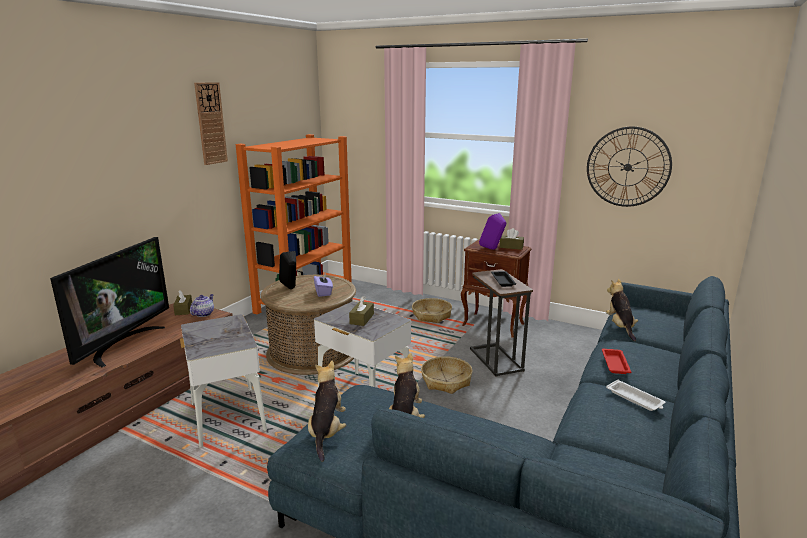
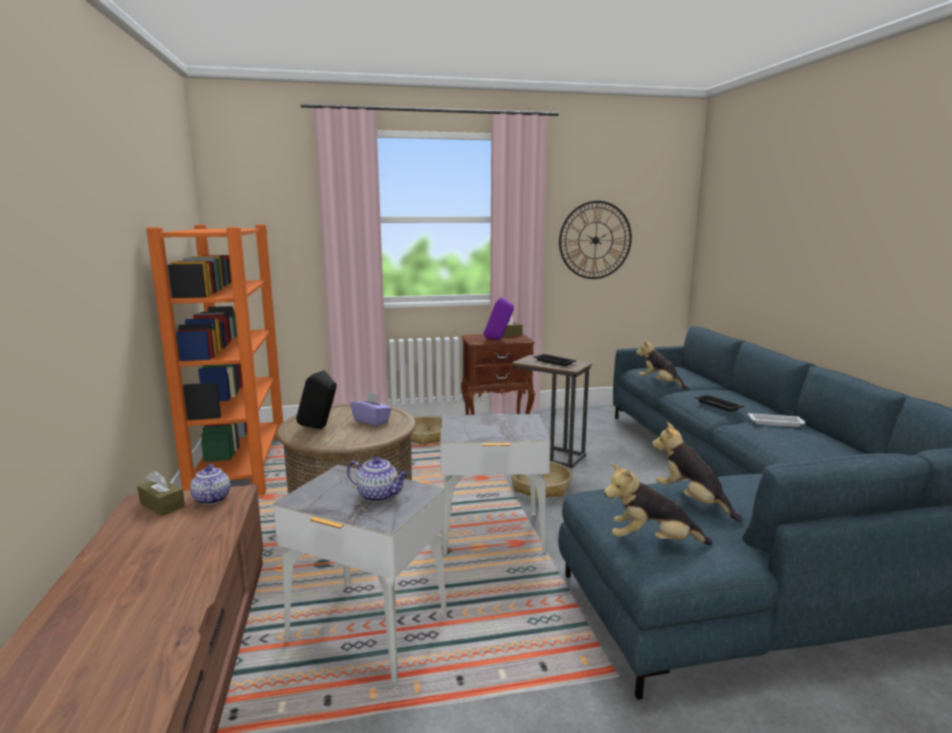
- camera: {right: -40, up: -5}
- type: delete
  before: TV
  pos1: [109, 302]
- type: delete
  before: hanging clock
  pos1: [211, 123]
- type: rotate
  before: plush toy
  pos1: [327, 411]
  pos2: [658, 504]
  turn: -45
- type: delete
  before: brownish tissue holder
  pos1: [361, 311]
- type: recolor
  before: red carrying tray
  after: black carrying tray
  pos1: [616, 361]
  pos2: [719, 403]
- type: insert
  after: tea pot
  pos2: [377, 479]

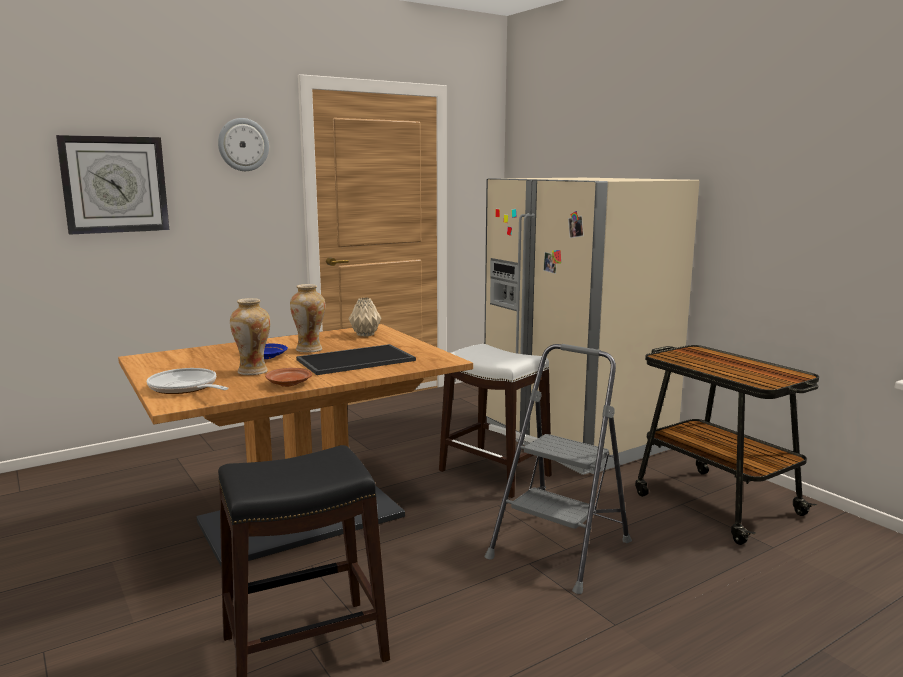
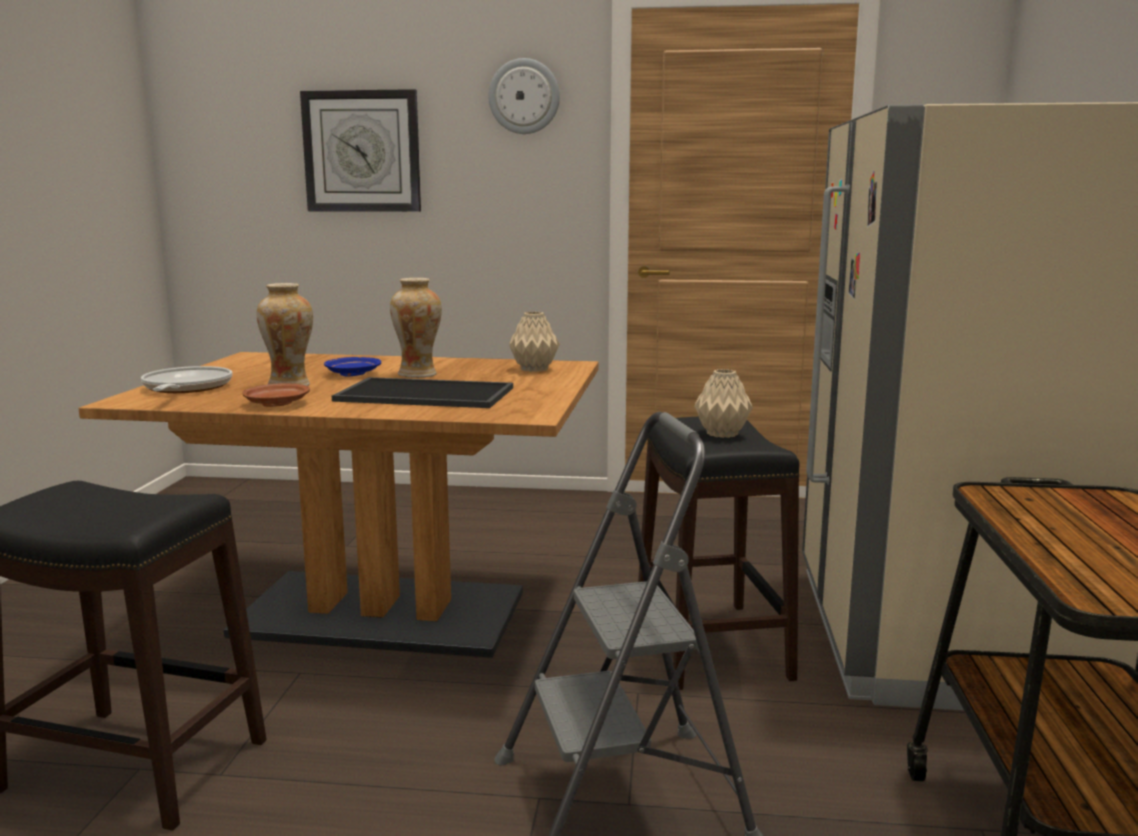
- camera: {right: 40, up: 0}
- type: recolor
  before: whitish stool
  after: black stool
  pos1: [495, 421]
  pos2: [718, 553]
- type: insert
  after: beige vase
  pos2: [723, 403]

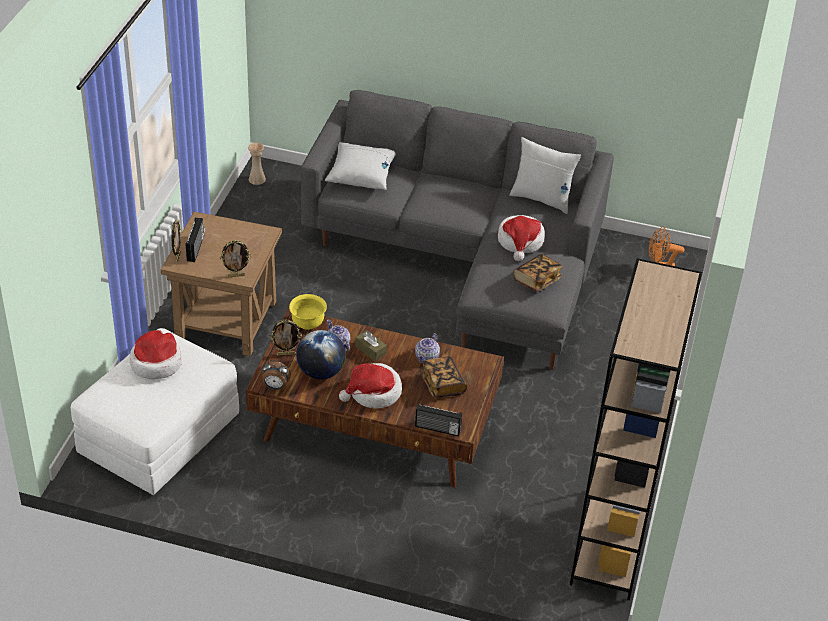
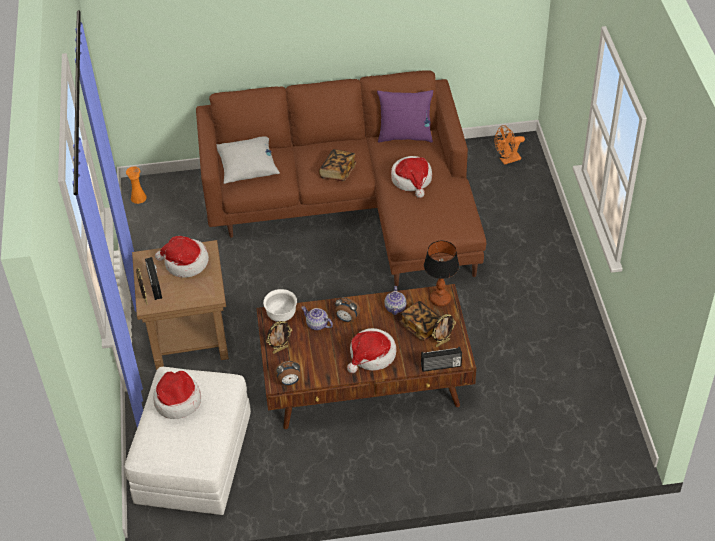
- camera: {right: -20, up: 5}
- type: move
  before: standing frame
  pos1: [235, 258]
  pos2: [444, 330]
- type: recolor
  before: beige vase
  after: orange-coloured vase
  pos1: [257, 164]
  pos2: [136, 185]
- type: recolor
  before: yellow deep dish
  after: whitish deep dish
  pos1: [308, 312]
  pos2: [280, 305]
- type: delete
  before: desk globe
  pos1: [321, 355]
- type: recolor
  before: grey settee
  after: brownish settee
  pos1: [457, 230]
  pos2: [341, 178]
- type: replace
  before: brownish tissue holder
  after: bedside clock
  pos1: [371, 345]
  pos2: [347, 309]
- type: recolor
  before: grey cushion
  after: purple-coloured cushion
  pos1: [545, 175]
  pos2: [405, 116]
- type: move
  before: volume
  pos1: [538, 273]
  pos2: [337, 165]
- type: delete
  before: beige bookshelf
  pos1: [636, 429]
- type: insert
  after: clothing hat
  pos2: [182, 257]
- type: insert
  after: lamp for a table
  pos2: [441, 273]

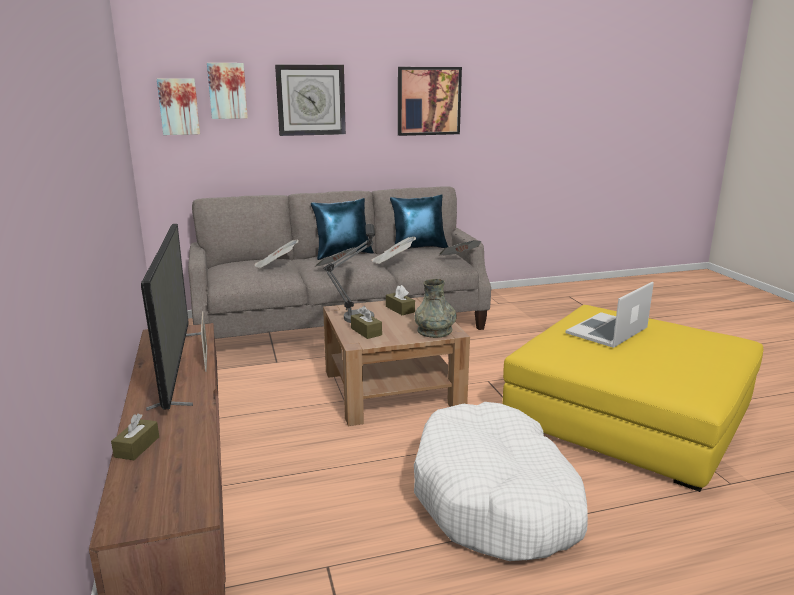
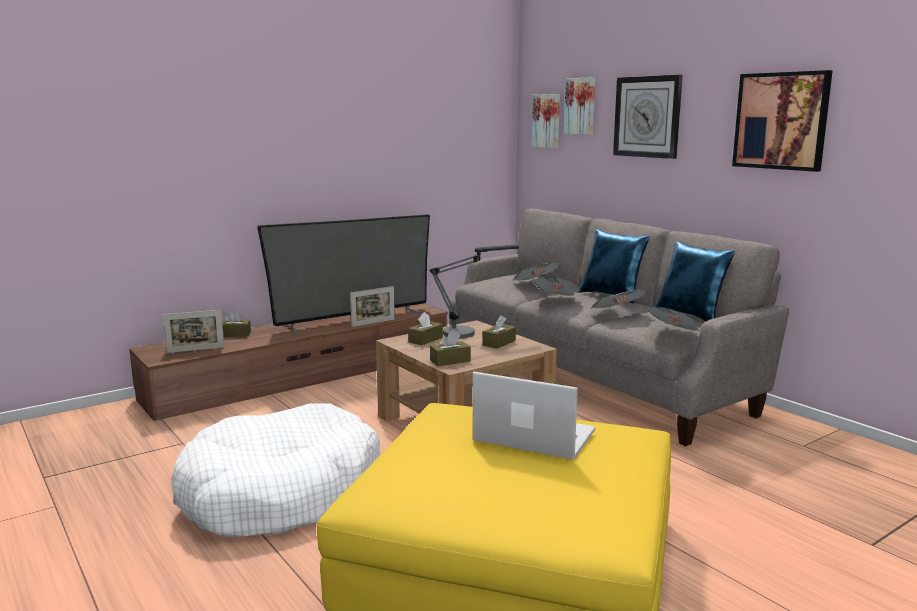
- camera: {right: 70, up: -5}
- type: replace
  before: grey vase
  after: brownish tissue holder
  pos1: [435, 308]
  pos2: [450, 348]
- type: insert
  after: standing frame
  pos2: [193, 331]

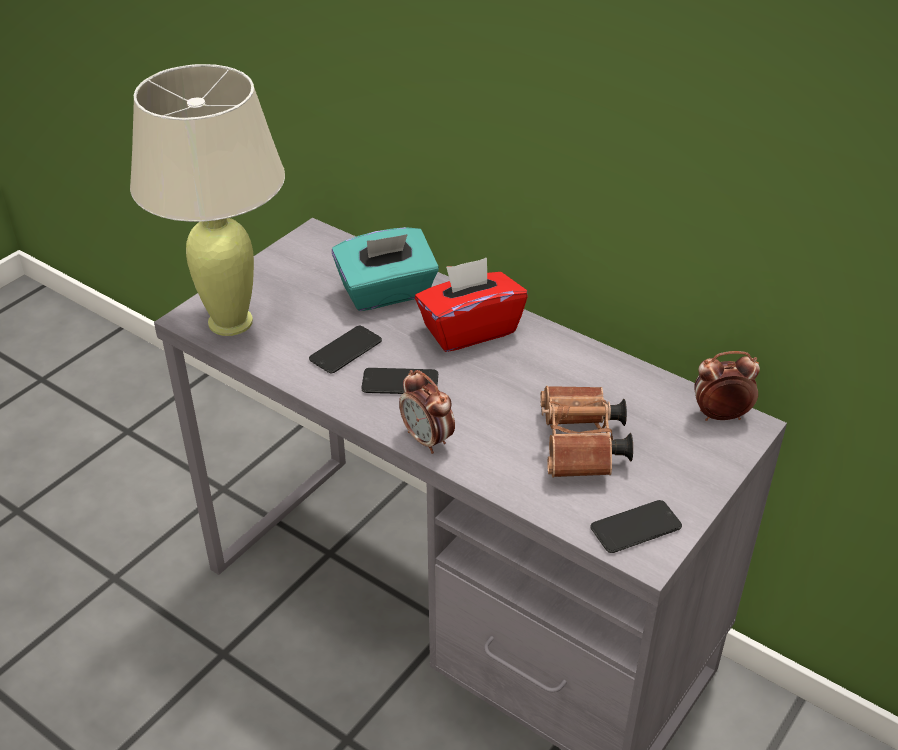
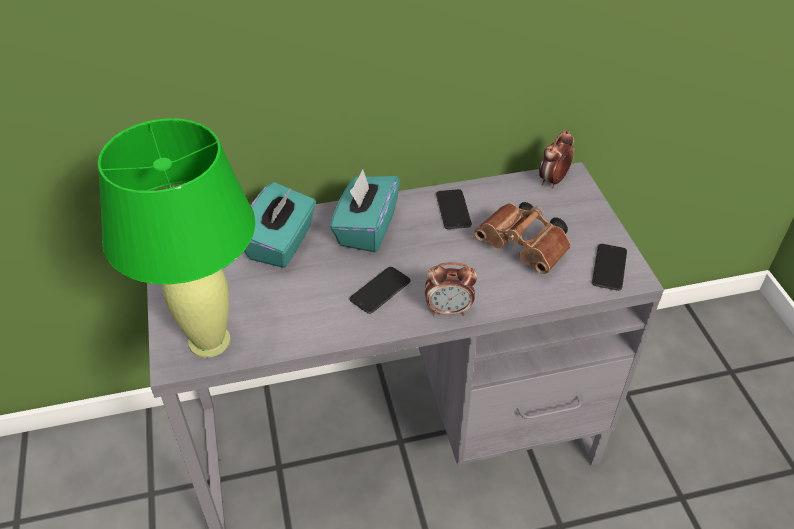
- camera: {right: -50, up: 5}
- type: recolor
  before: beige lamp for a table
  after: greenish lamp for a table
  pos1: [207, 200]
  pos2: [177, 238]
- type: move
  before: telephone
  pos1: [345, 349]
  pos2: [454, 209]
- type: recolor
  before: red tissue holder
  after: turquoise tissue holder
  pos1: [471, 305]
  pos2: [365, 211]

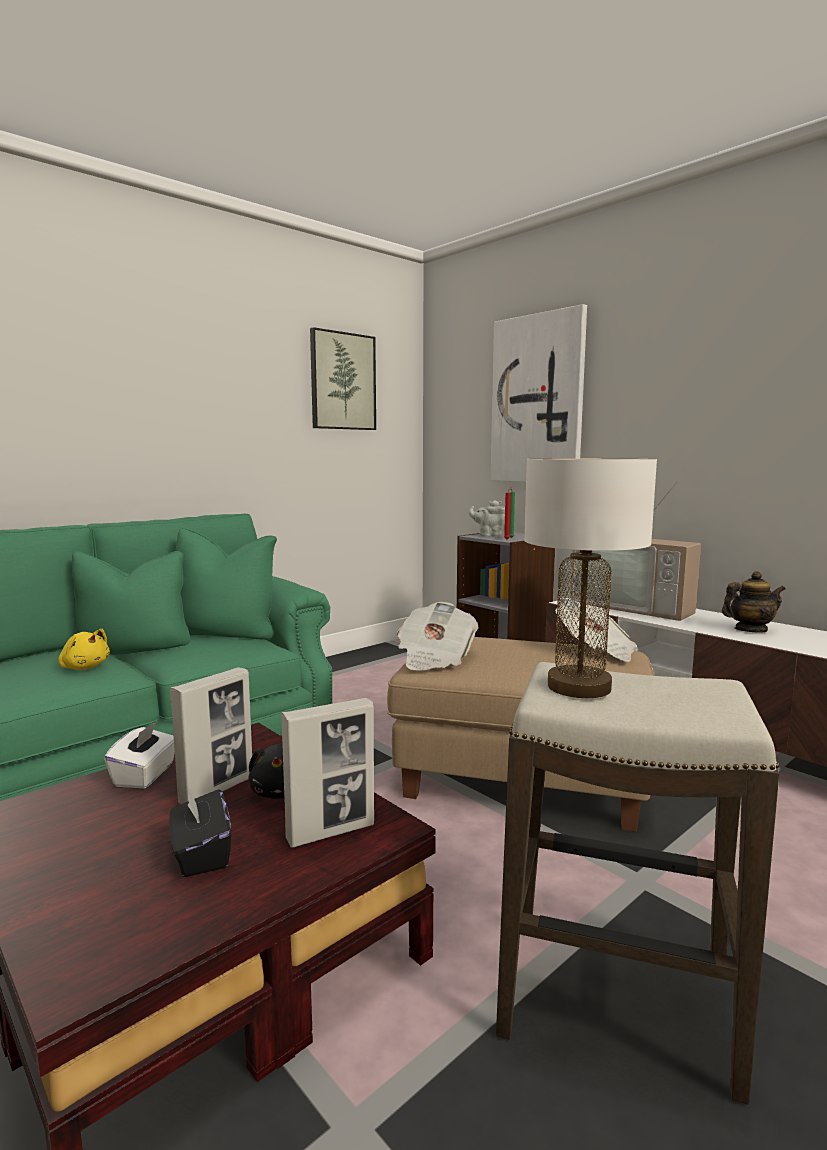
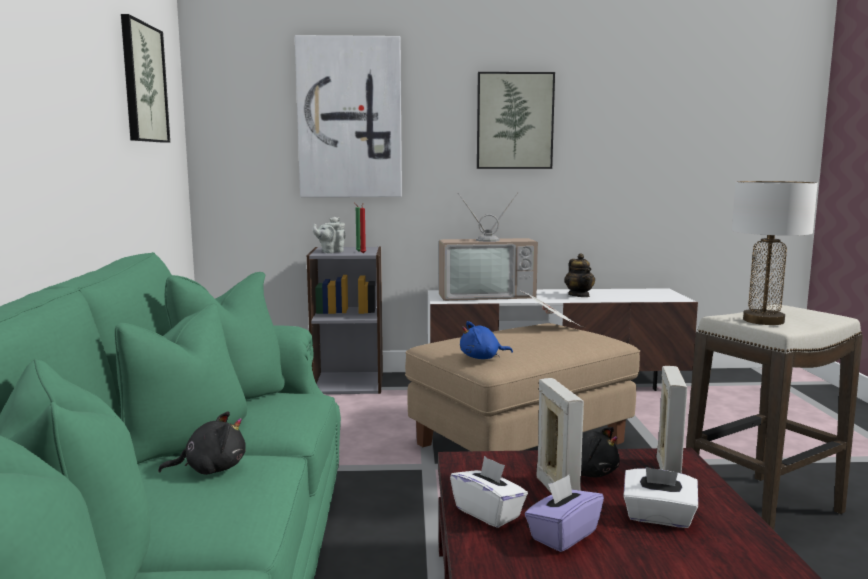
- camera: {right: -50, up: 0}
- type: recolor
  before: yellow plush toy
  after: black plush toy
  pos1: [84, 649]
  pos2: [202, 443]
- type: recolor
  before: black tissue holder
  after: whitish tissue holder
  pos1: [200, 832]
  pos2: [660, 497]
- type: replace
  before: daily paper
  after: blue plush toy
  pos1: [438, 636]
  pos2: [486, 340]
- type: rotate
  before: tea pot
  pos1: [753, 602]
  pos2: [579, 275]
  turn: 135
- type: insert
  after: picture
  pos2: [516, 120]
- type: insert
  after: purple-coloured tissue holder
  pos2: [564, 513]

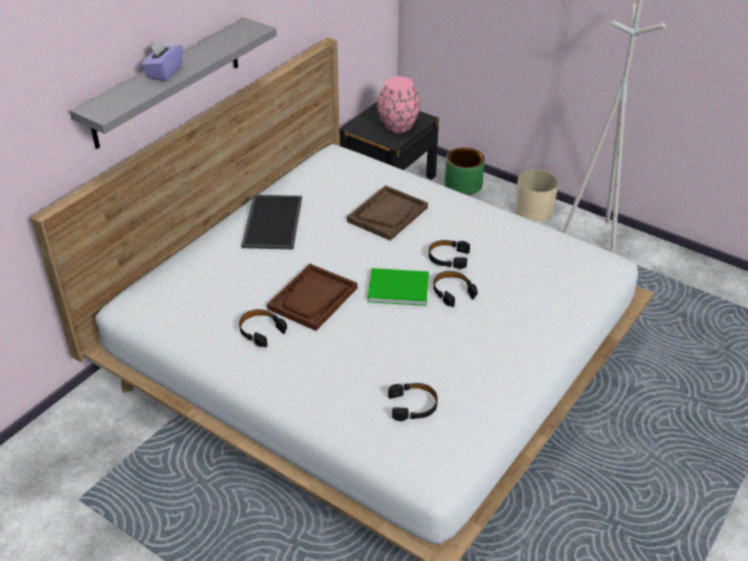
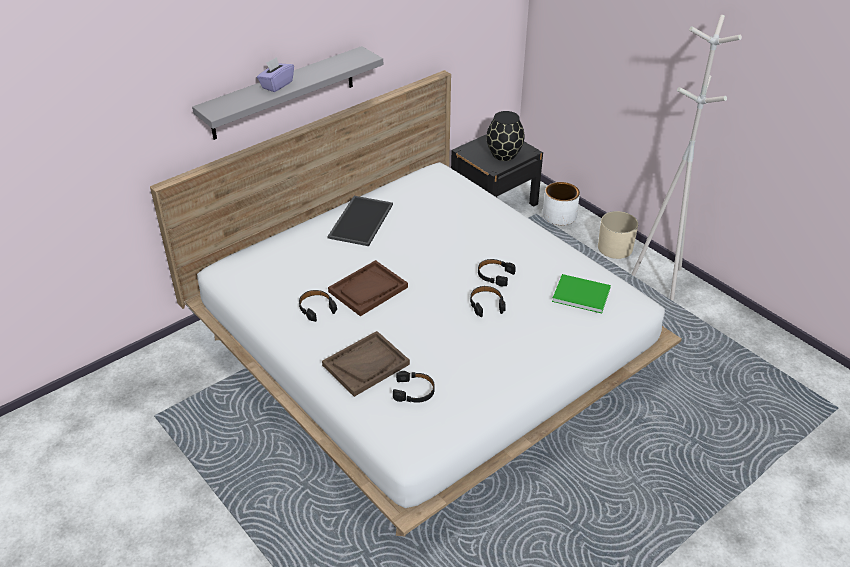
- camera: {right: 15, up: 0}
- type: move
  before: brownish carrying tray
  pos1: [387, 213]
  pos2: [366, 364]
- type: move
  before: greenish volume
  pos1: [398, 287]
  pos2: [581, 294]
- type: recolor
  before: pink vase
  after: black vase
  pos1: [398, 104]
  pos2: [505, 136]
- type: recolor
  before: greenish planter
  after: whitish planter
  pos1: [465, 171]
  pos2: [561, 203]

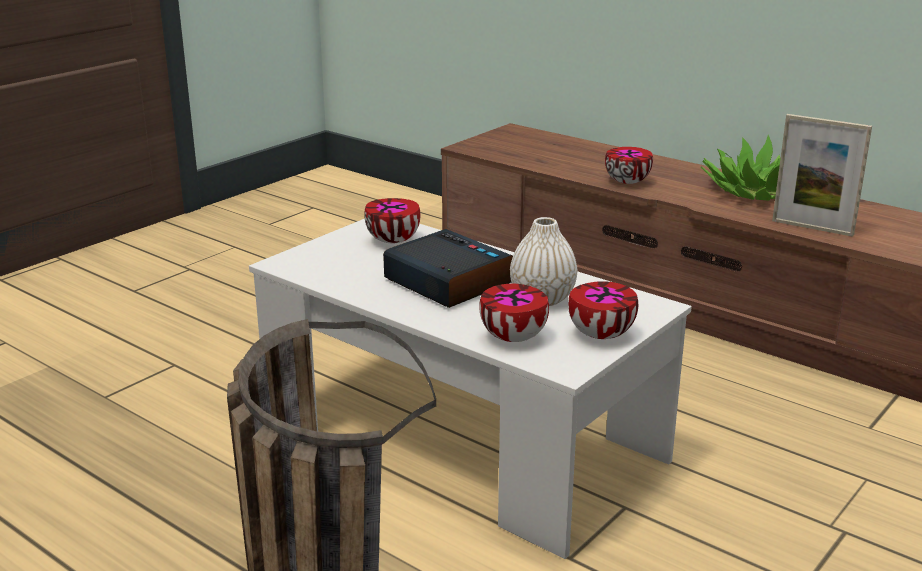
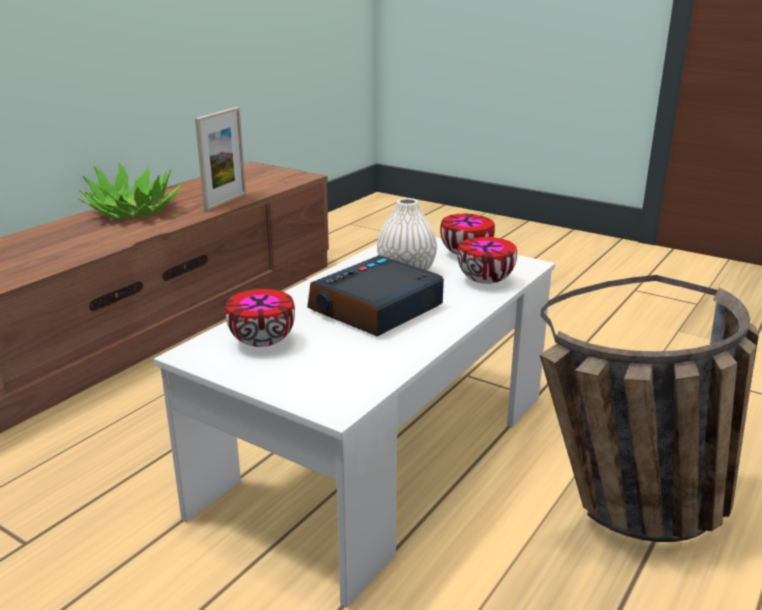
- camera: {right: -95, up: 0}
- type: delete
  before: deep dish
  pos1: [629, 165]

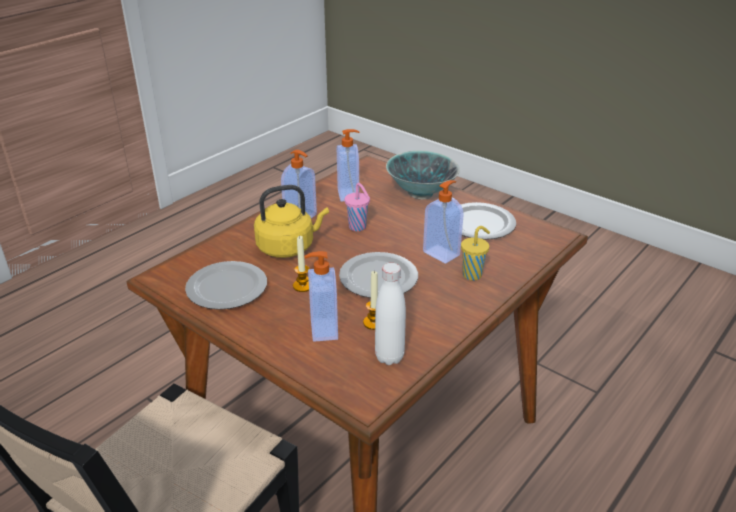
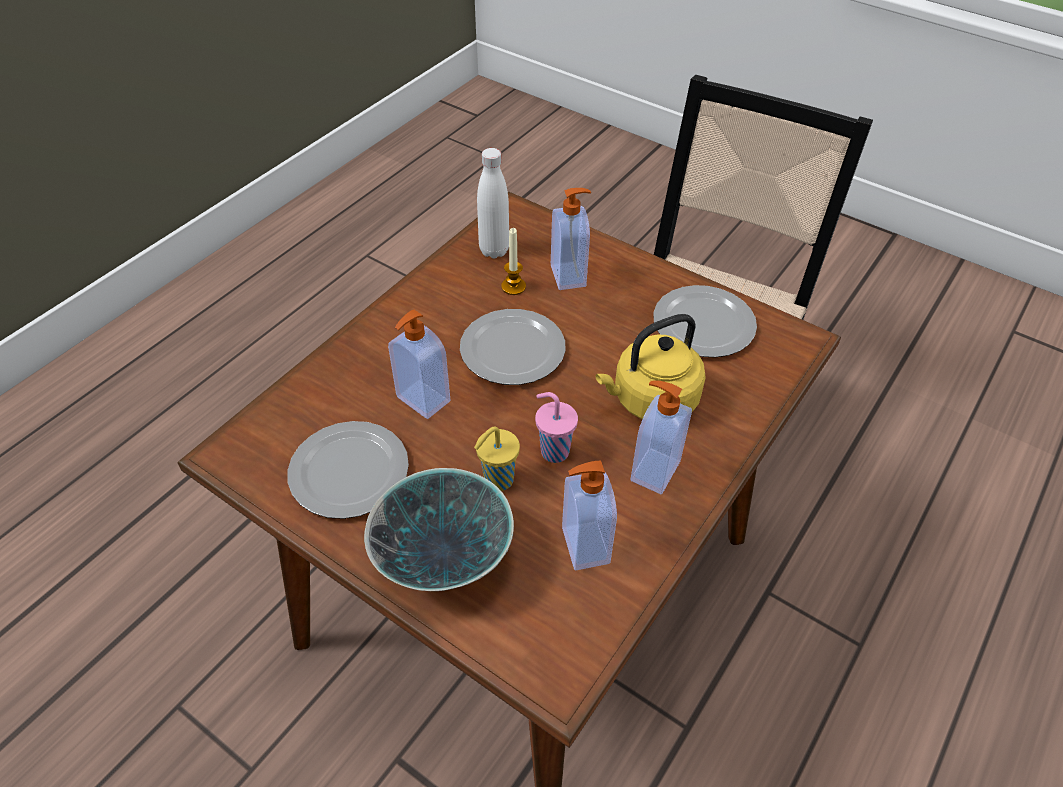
- camera: {right: 175, up: 15}
- type: delete
  before: candle
  pos1: [301, 264]
- type: move
  before: yellow cup
  pos1: [475, 253]
  pos2: [497, 459]

